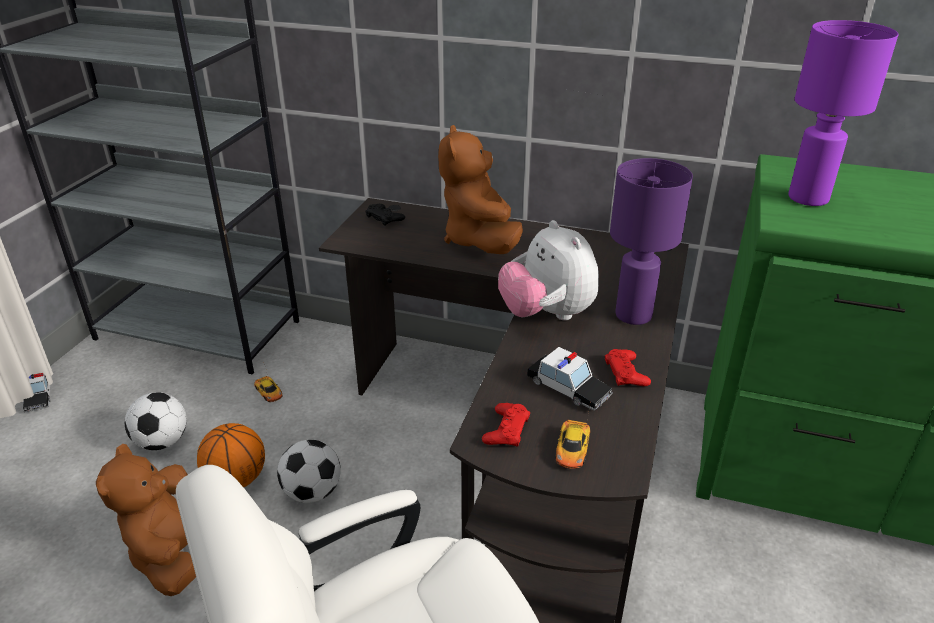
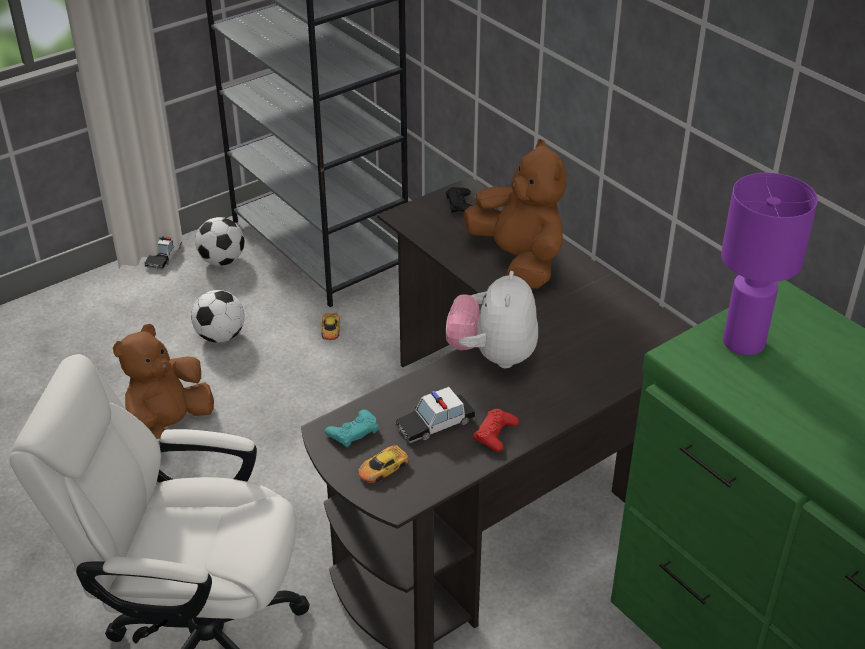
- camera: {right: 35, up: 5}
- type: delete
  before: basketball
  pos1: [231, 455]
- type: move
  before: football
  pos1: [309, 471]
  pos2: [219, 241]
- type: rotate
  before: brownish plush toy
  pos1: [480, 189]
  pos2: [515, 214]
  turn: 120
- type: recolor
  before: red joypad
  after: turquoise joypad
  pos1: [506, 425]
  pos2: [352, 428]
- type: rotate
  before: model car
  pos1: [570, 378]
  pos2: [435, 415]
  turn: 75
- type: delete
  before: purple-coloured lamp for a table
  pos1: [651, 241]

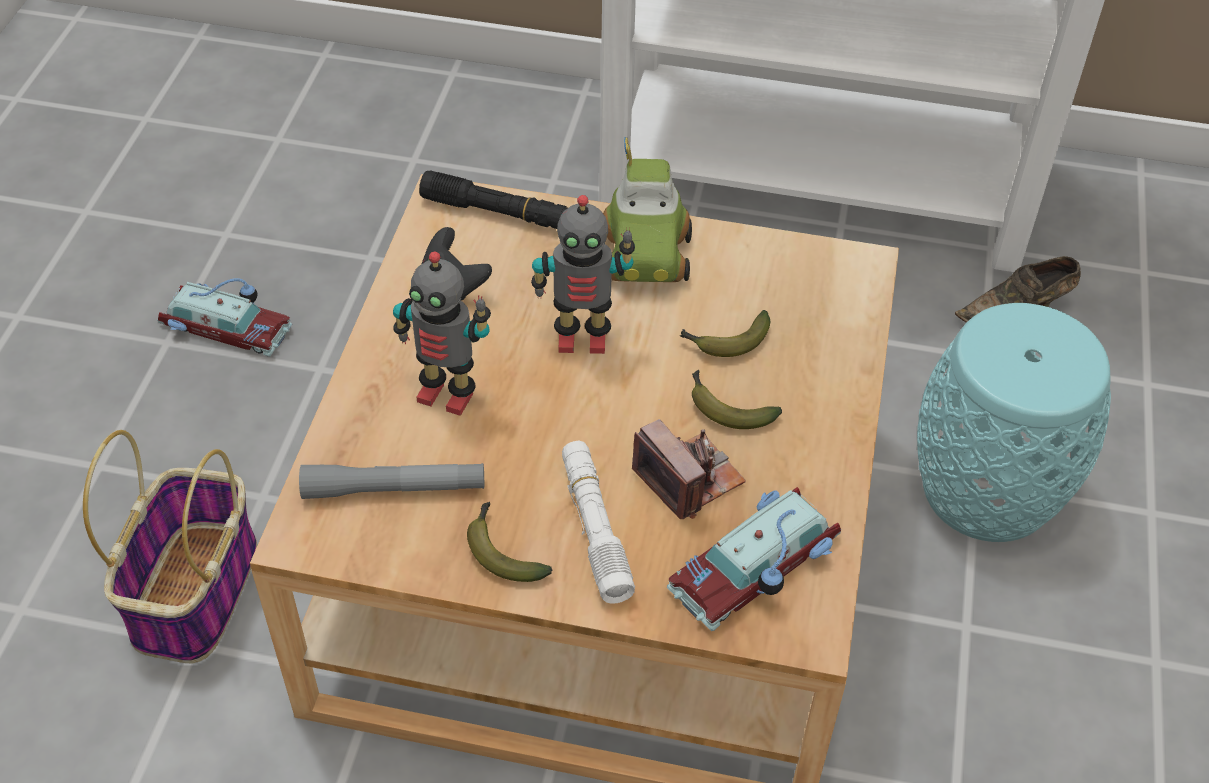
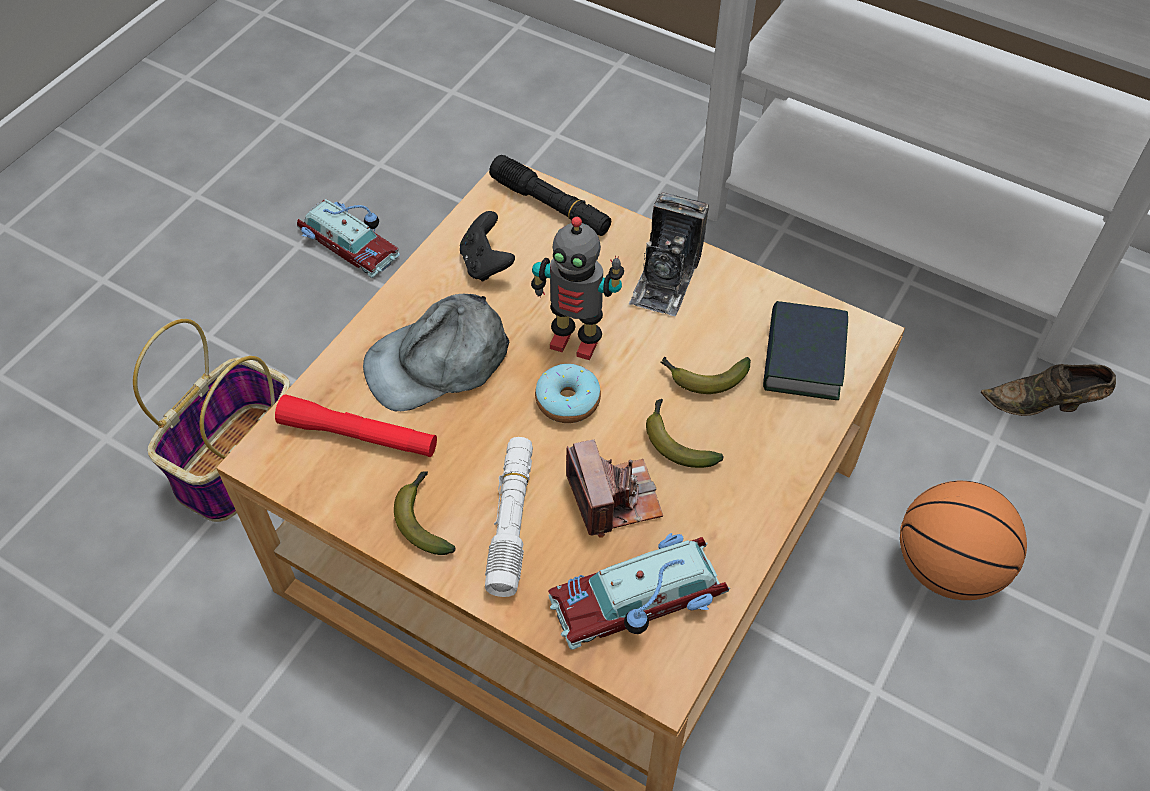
- camera: {right: 20, up: 5}
- type: recolor
  before: grey flashlight
  after: red flashlight
  pos1: [391, 481]
  pos2: [356, 425]
- type: replace
  before: model robot
  after: grey baseball cap
  pos1: [442, 333]
  pos2: [436, 352]
- type: replace
  before: model car
  after: still camera
  pos1: [647, 209]
  pos2: [669, 254]
- type: replace
  before: turquoise stool
  after: basketball
  pos1: [1014, 422]
  pos2: [963, 540]
- type: insert
  after: ring doughnut
  pos2: [568, 393]
- type: insert
  after: volume
  pos2: [805, 350]

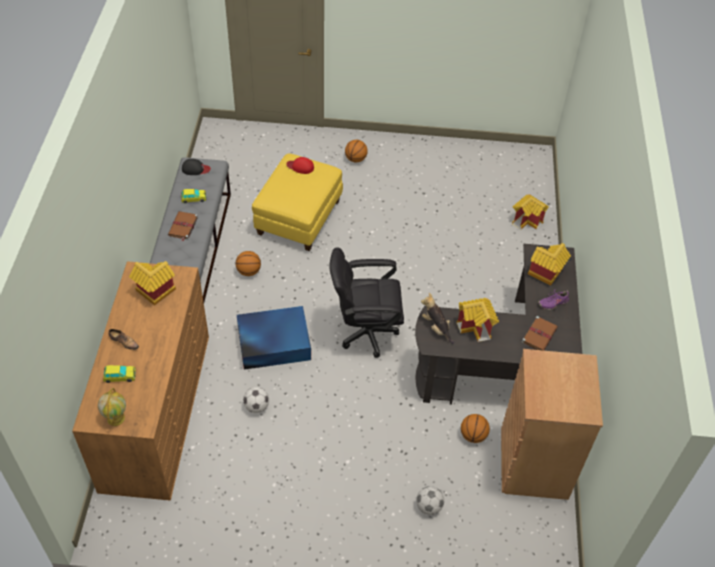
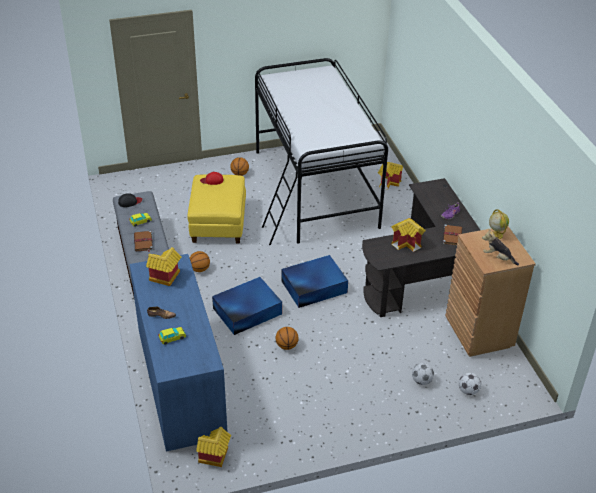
- camera: {right: -20, up: -10}
- type: recolor
  before: brownish chest of drawers
  after: blue chest of drawers
  pos1: [140, 380]
  pos2: [178, 353]
- type: move
  before: desk globe
  pos1: [112, 407]
  pos2: [499, 224]
- type: move
  before: football
  pos1: [256, 400]
  pos2: [470, 384]
- type: replace
  before: black computer chair
  after: blue storage box
  pos1: [366, 302]
  pos2: [314, 281]
- type: move
  before: plush toy
  pos1: [438, 318]
  pos2: [500, 247]
- type: move
  before: basketball
  pos1: [475, 428]
  pos2: [287, 338]
- type: move
  before: miniature house
  pos1: [549, 264]
  pos2: [213, 447]
- type: insert
  after: black bedroom bed
  pos2: [321, 151]

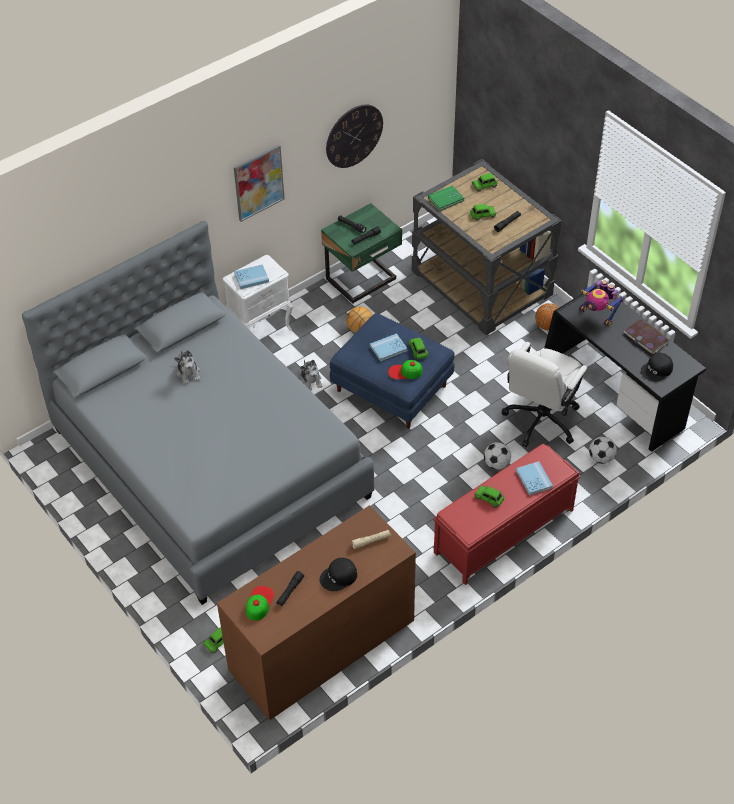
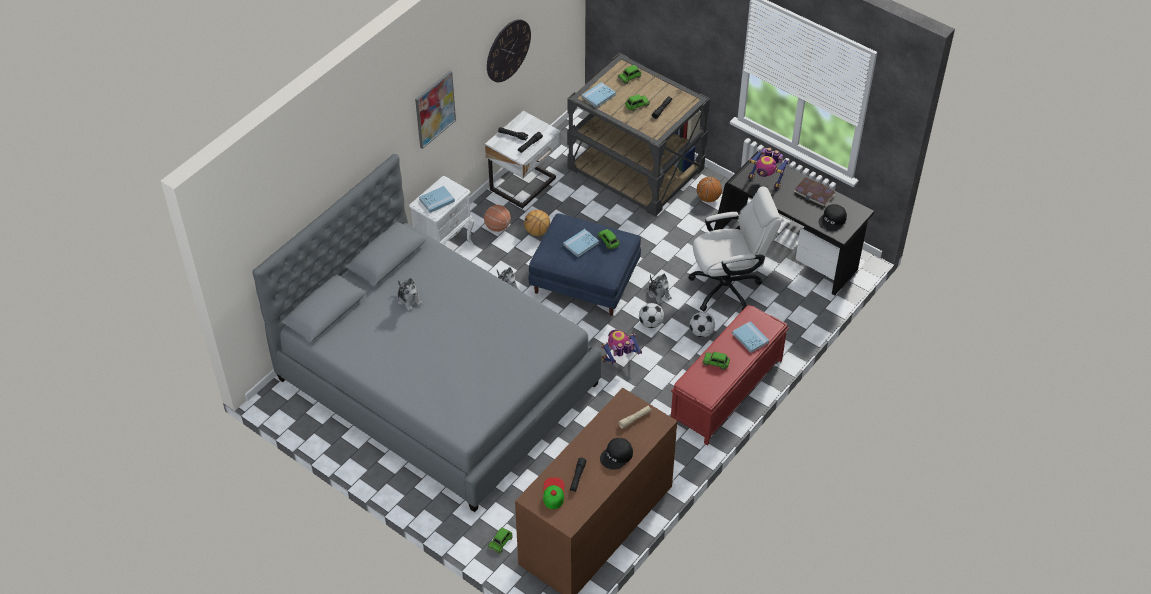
- camera: {right: -15, up: 0}
- type: recolor
  before: greenish bedside table
  after: whitish bedside table
  pos1: [361, 253]
  pos2: [523, 160]
- type: delete
  before: baseball cap
  pos1: [405, 369]
- type: recolor
  before: greenish volume
  after: blue volume
  pos1: [446, 198]
  pos2: [599, 95]
- type: rotate
  before: whitish computer chair
  pos1: [544, 394]
  pos2: [735, 249]
  turn: -120
- type: move
  before: football
  pos1: [603, 450]
  pos2: [651, 315]
- type: insert
  after: basketball
  pos2: [497, 218]
- type: insert
  after: model robot
  pos2: [621, 347]
- type: insert
  after: plush toy
  pos2: [660, 289]

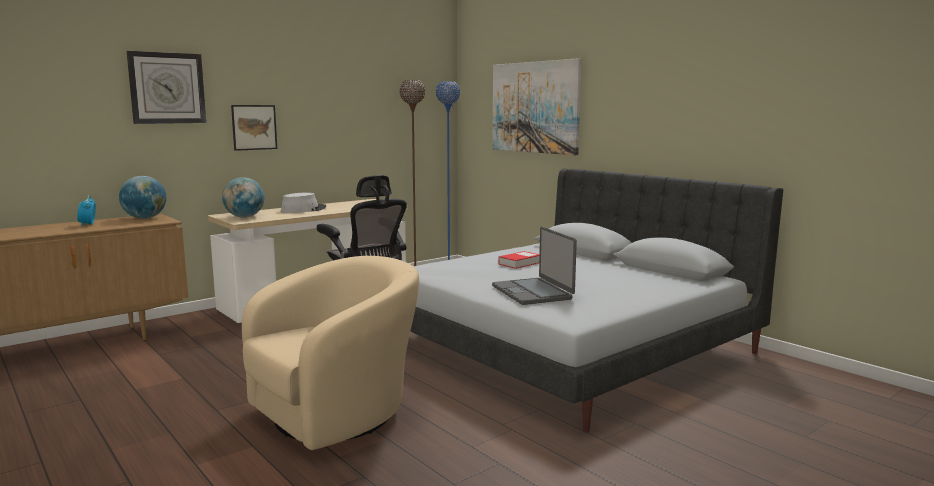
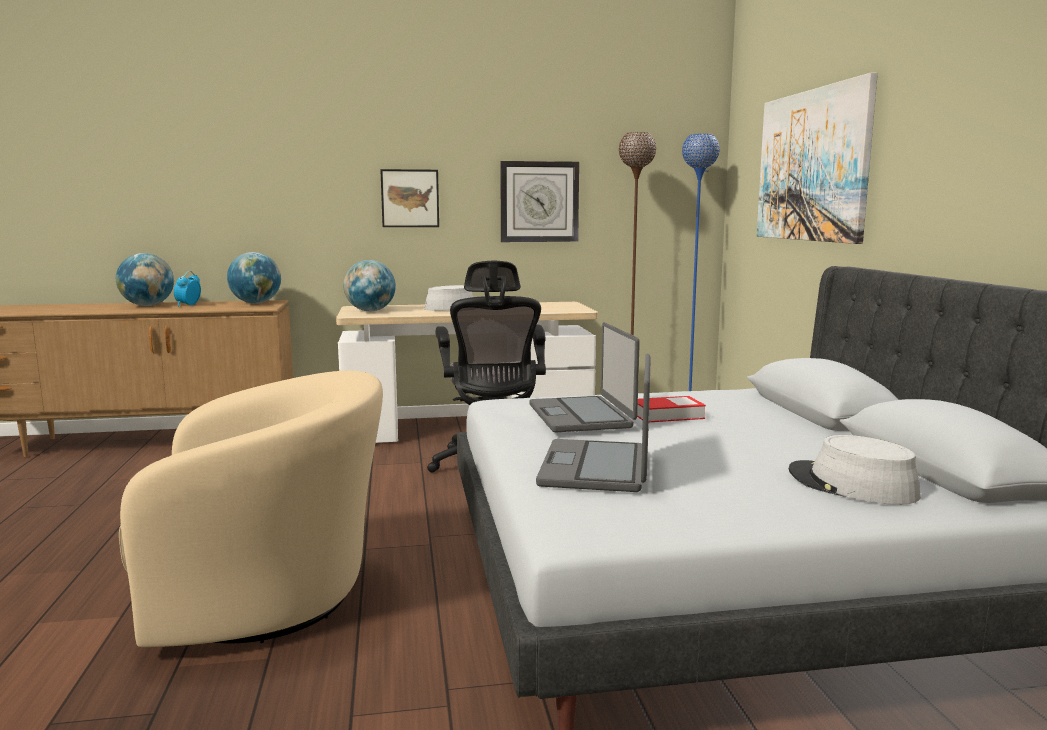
- camera: {right: 30, up: 0}
- type: move
  before: hanging clock
  pos1: [166, 87]
  pos2: [539, 201]
- type: insert
  after: desk globe
  pos2: [145, 279]
- type: insert
  after: portable computer
  pos2: [585, 377]
- type: insert
  after: grey clothing hat
  pos2: [854, 470]

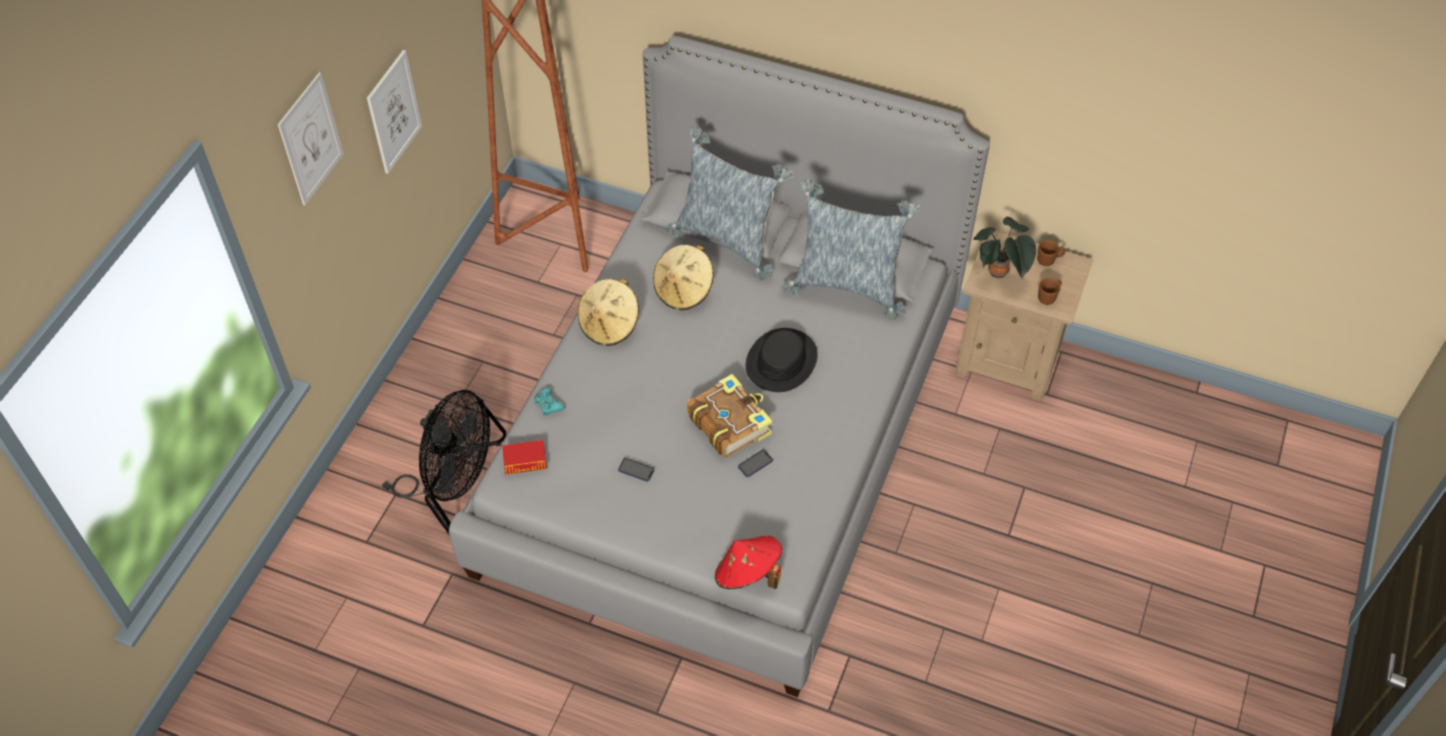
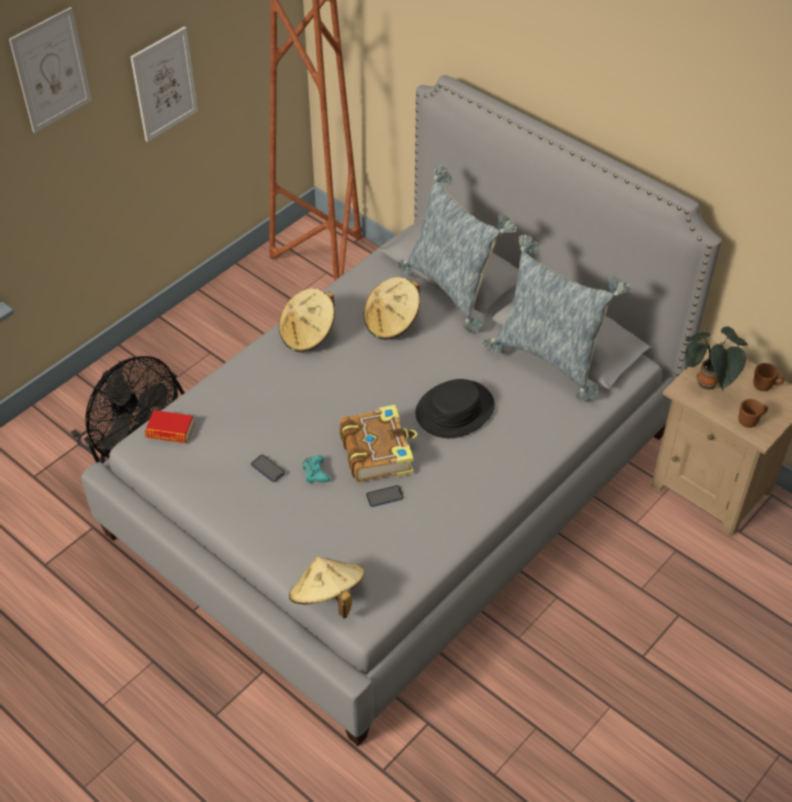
- camera: {right: 20, up: -5}
- type: move
  before: turquoise joypad
  pos1: [549, 401]
  pos2: [316, 469]
- type: recolor
  before: red clothing hat
  after: beige clothing hat
  pos1: [748, 562]
  pos2: [326, 587]

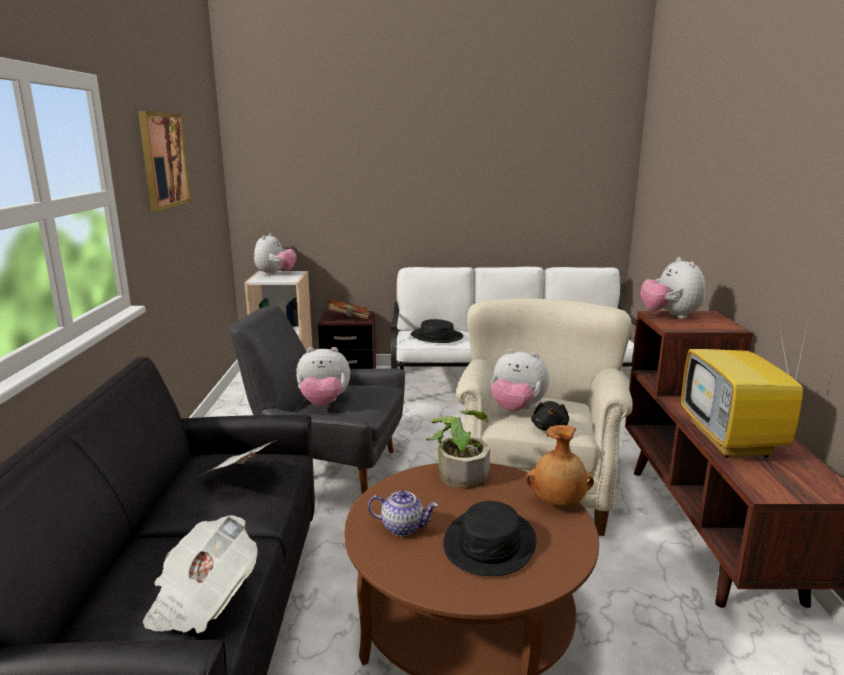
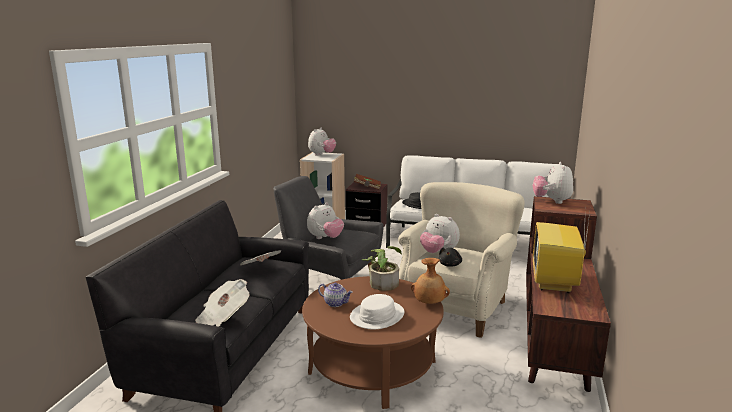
- camera: {right: 15, up: 0}
- type: delete
  before: picture
  pos1: [164, 161]
- type: rotate
  before: plush toy
  pos1: [323, 376]
  pos2: [325, 220]
  turn: -60
- type: recolor
  before: black clothing hat
  after: whitish clothing hat
  pos1: [489, 538]
  pos2: [377, 311]

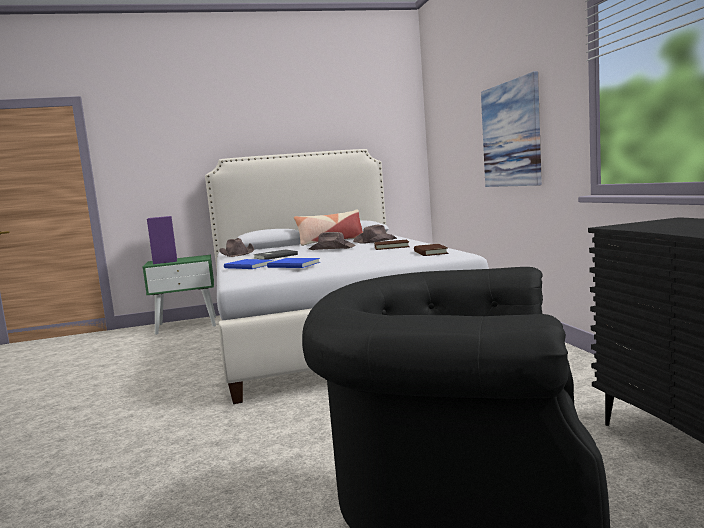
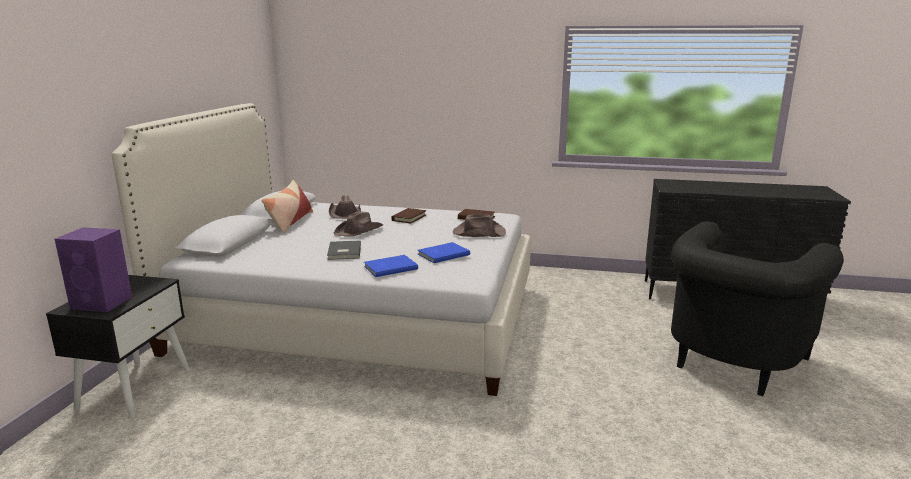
- camera: {right: -65, up: 10}
- type: recolor
  before: greenish bedside table
  after: black bedside table
  pos1: [179, 295]
  pos2: [118, 346]
- type: move
  before: brownish clothing hat
  pos1: [237, 247]
  pos2: [479, 225]
- type: delete
  before: picture
  pos1: [511, 129]

